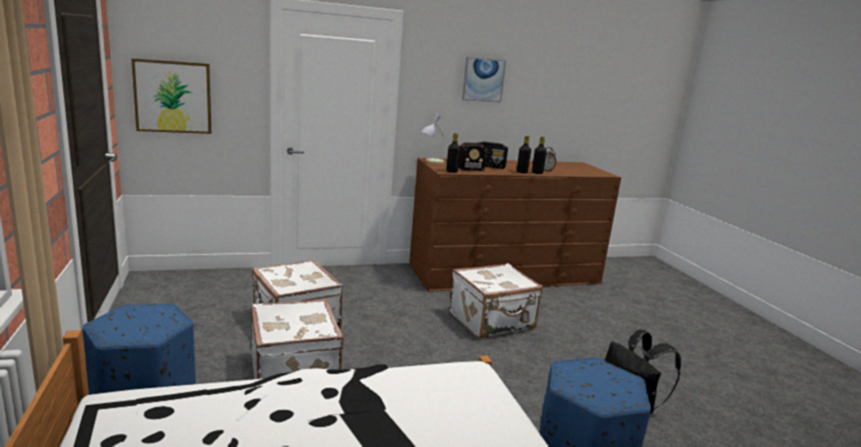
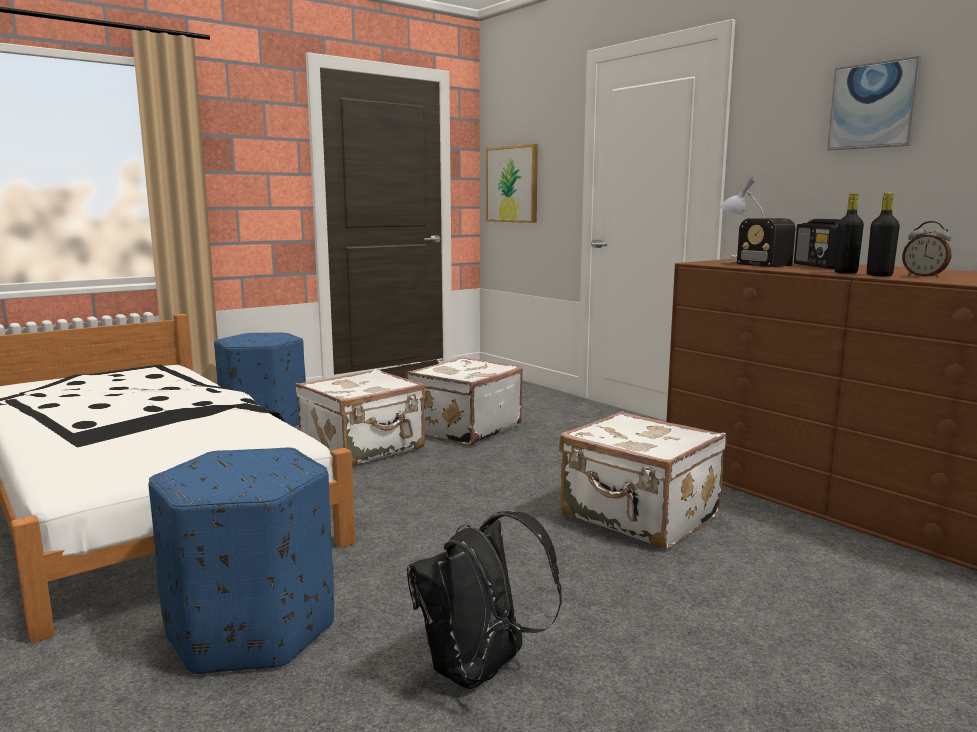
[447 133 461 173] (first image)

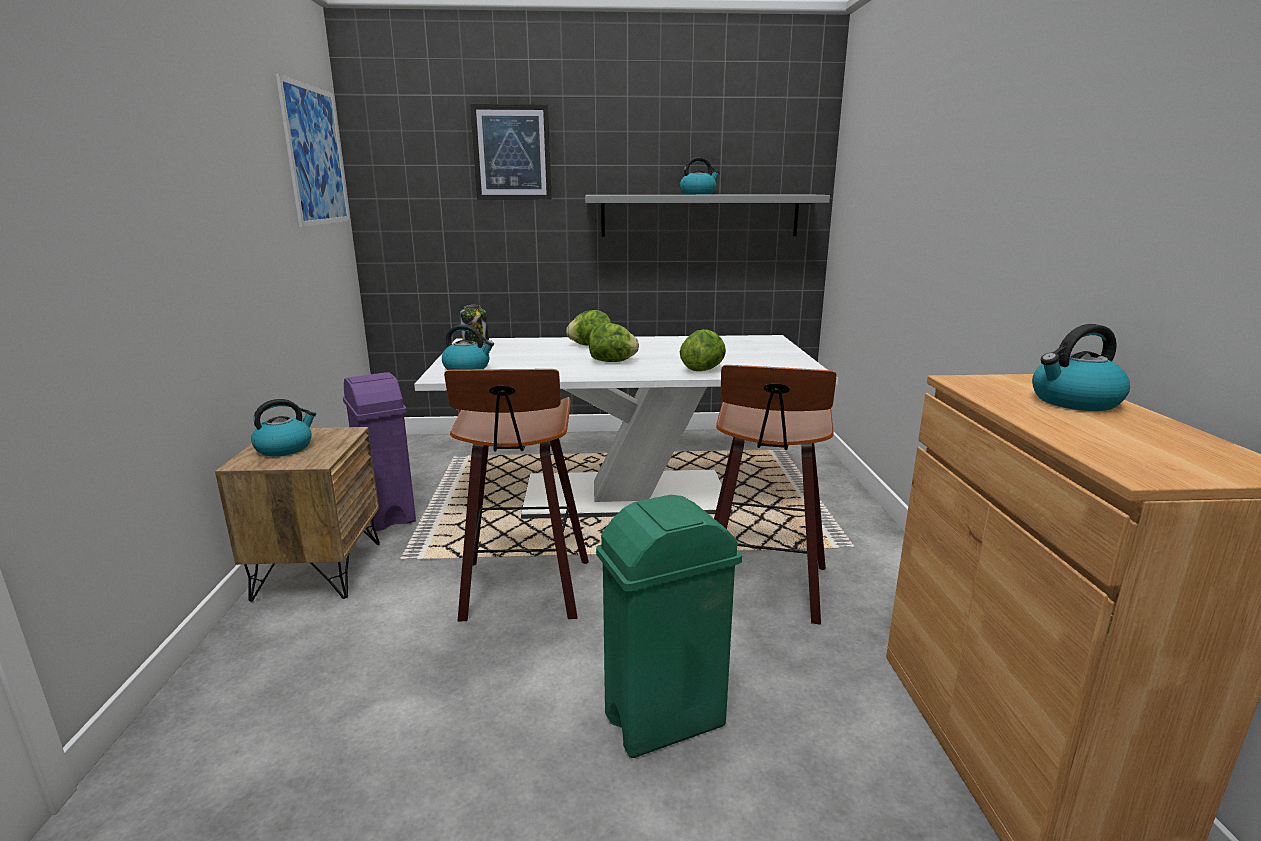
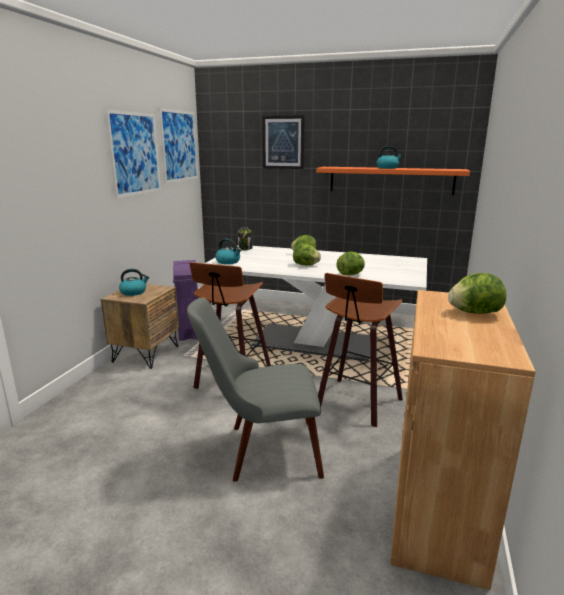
[105 109 161 198]
[187 298 324 482]
[448 273 506 314]
[316 167 470 195]

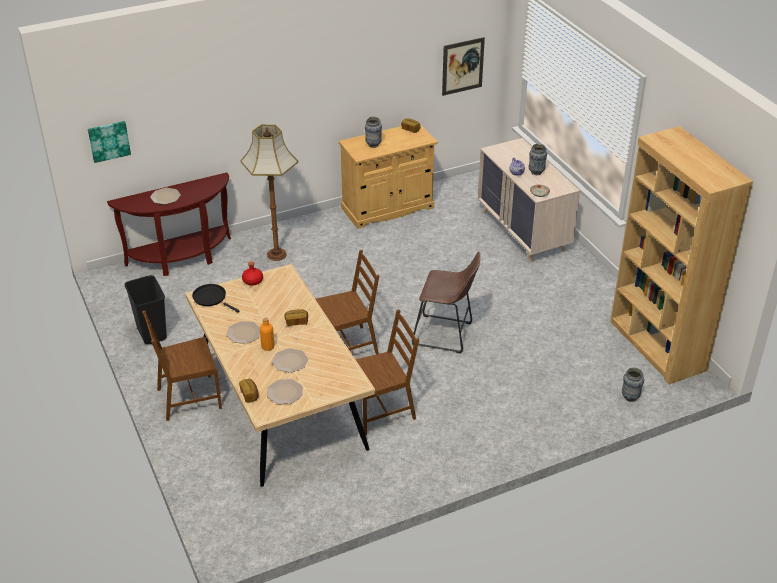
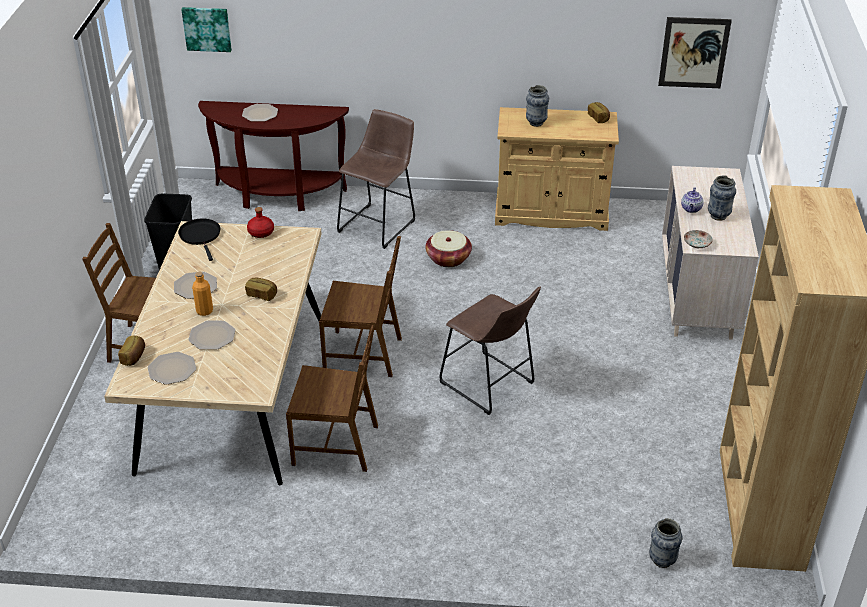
[425 230 472 267]
[337 109 415 249]

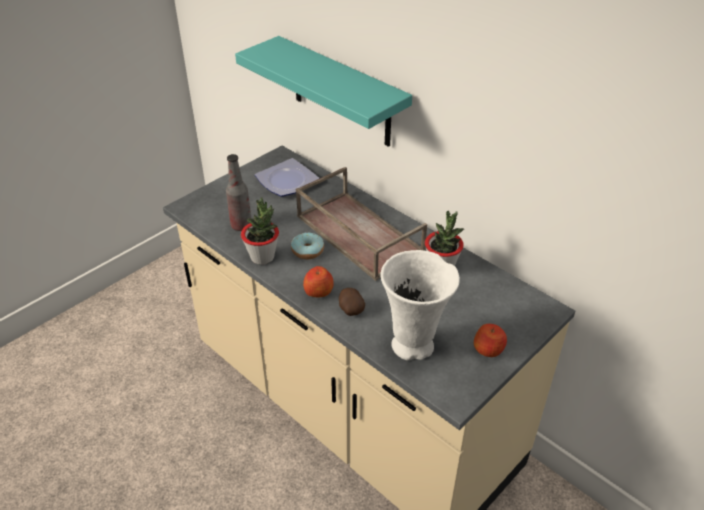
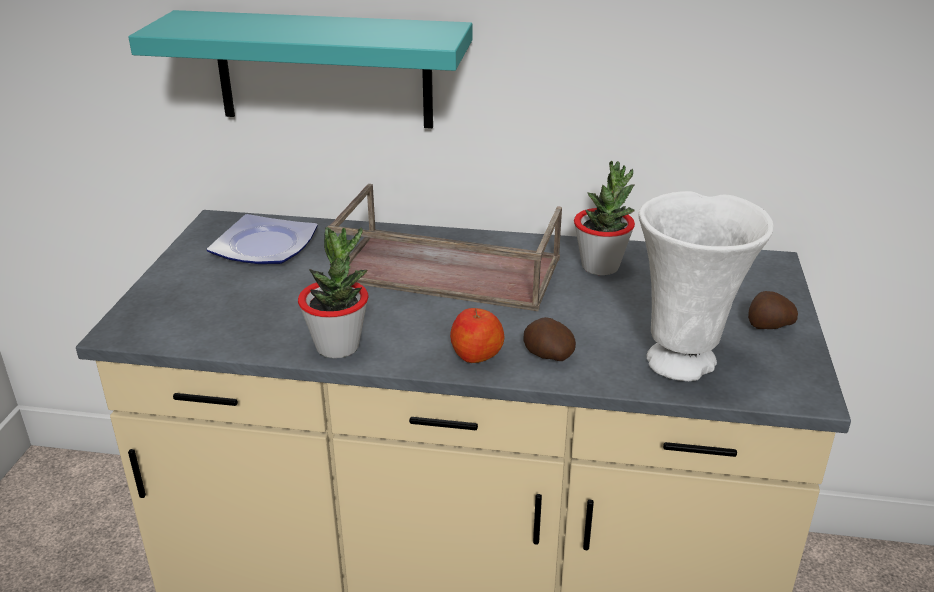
[226 154 251 231] (first image)
[291 232 324 259] (first image)
[748 291 798 329]

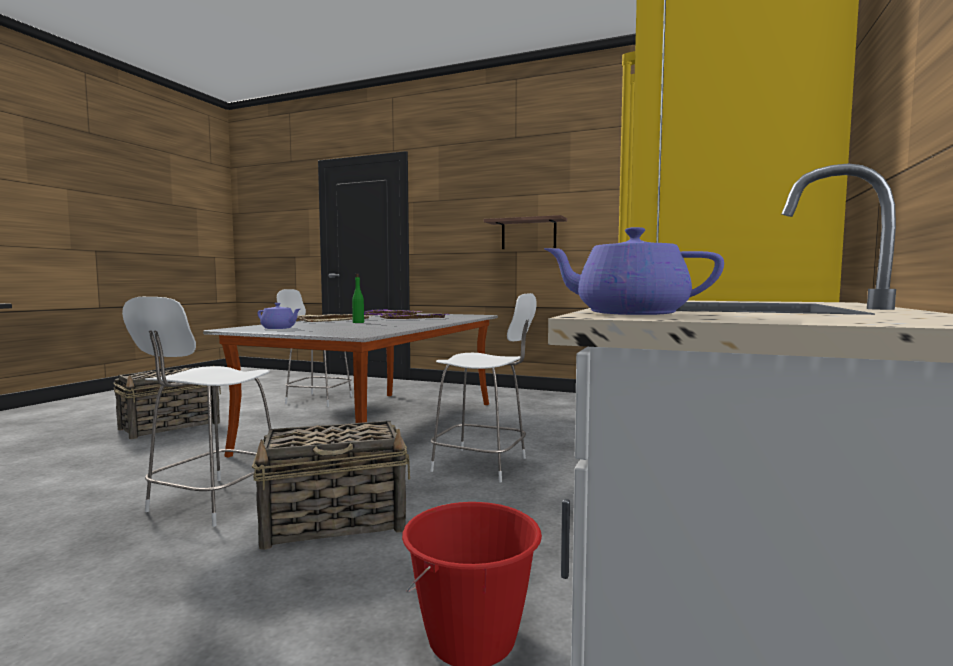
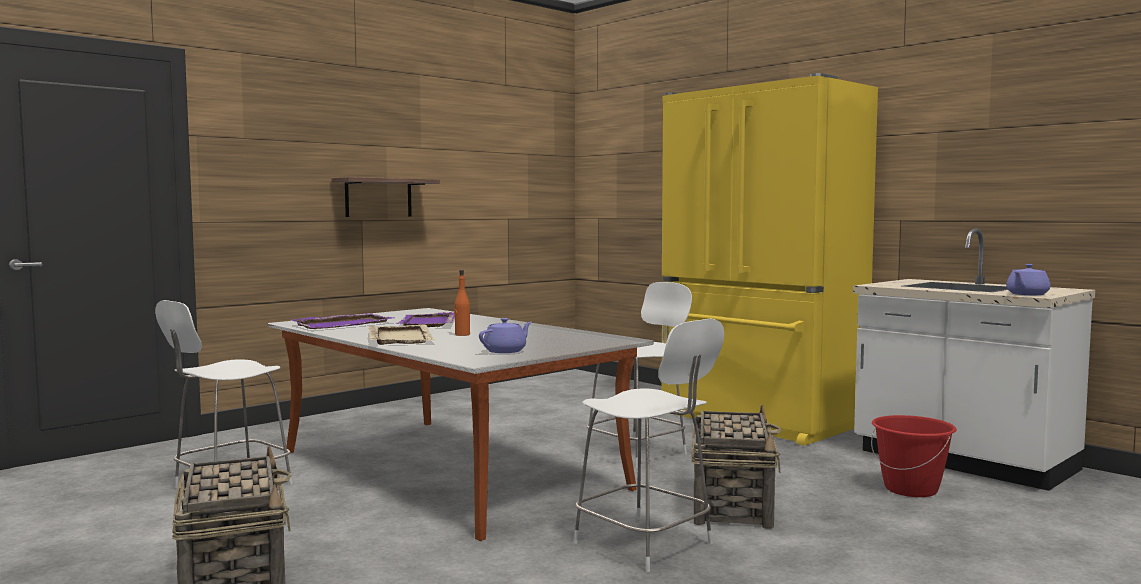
[454 270 470 336]

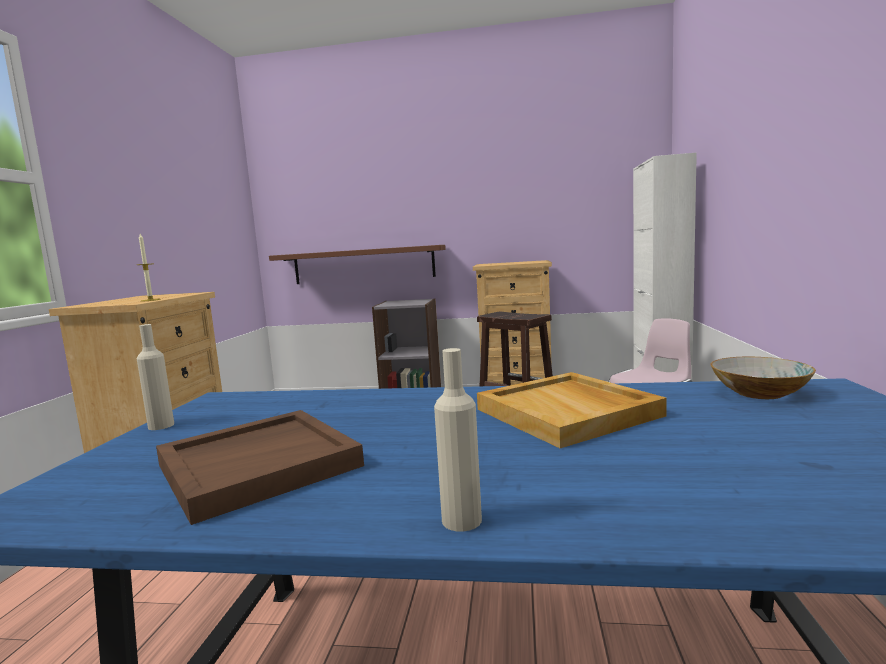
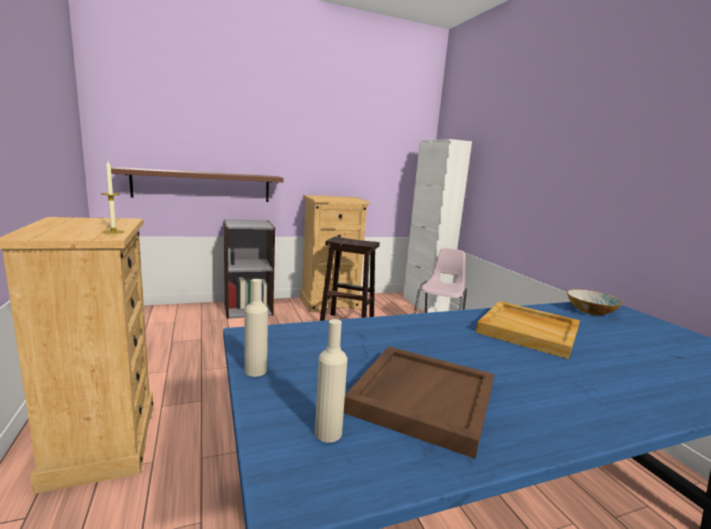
[315 319 347 443]

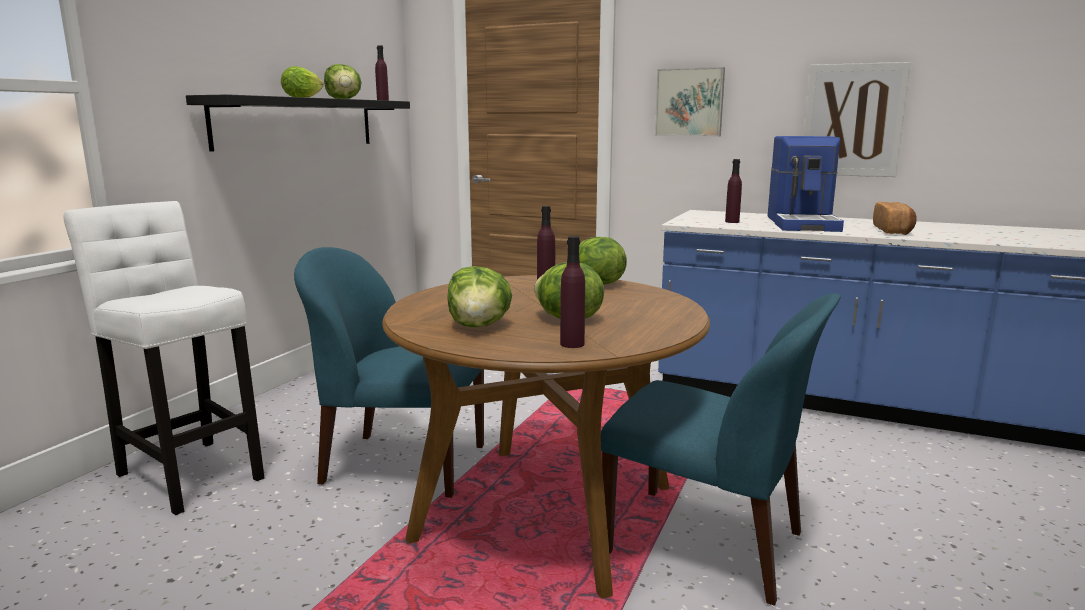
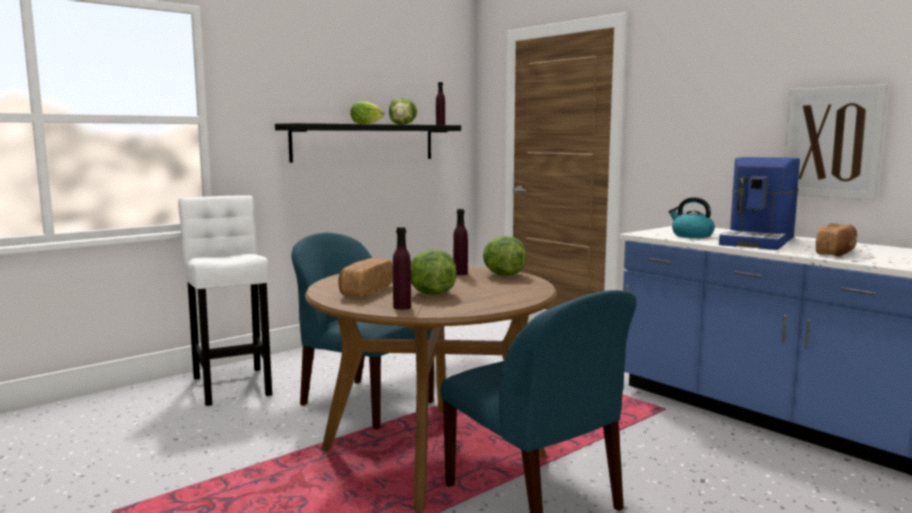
[655 67 725 136] (first image)
[339 258 393 297]
[668 197 715 238]

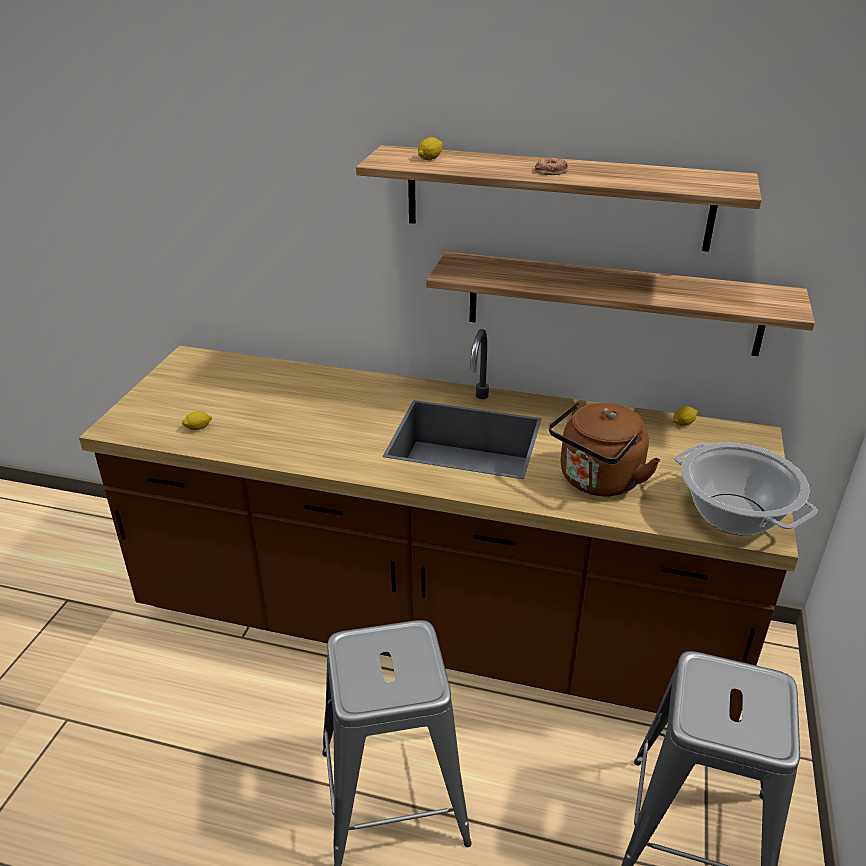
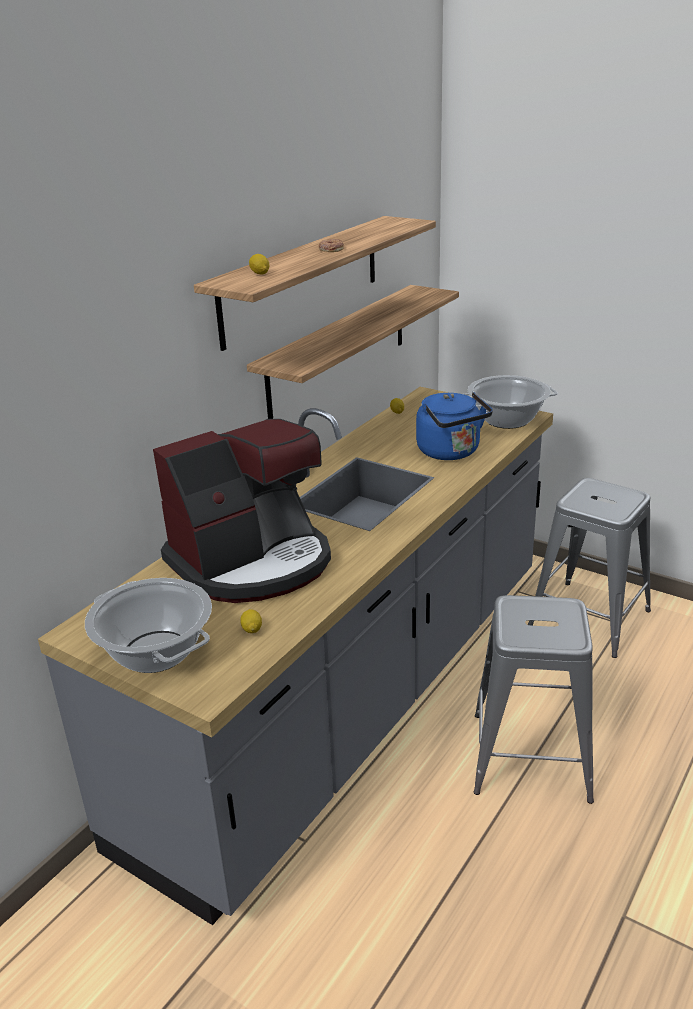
[85 578 212 673]
[153 419 331 603]
[38 387 553 925]
[416 392 493 460]

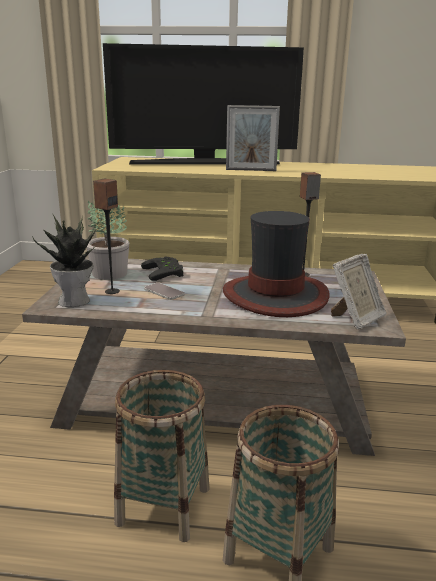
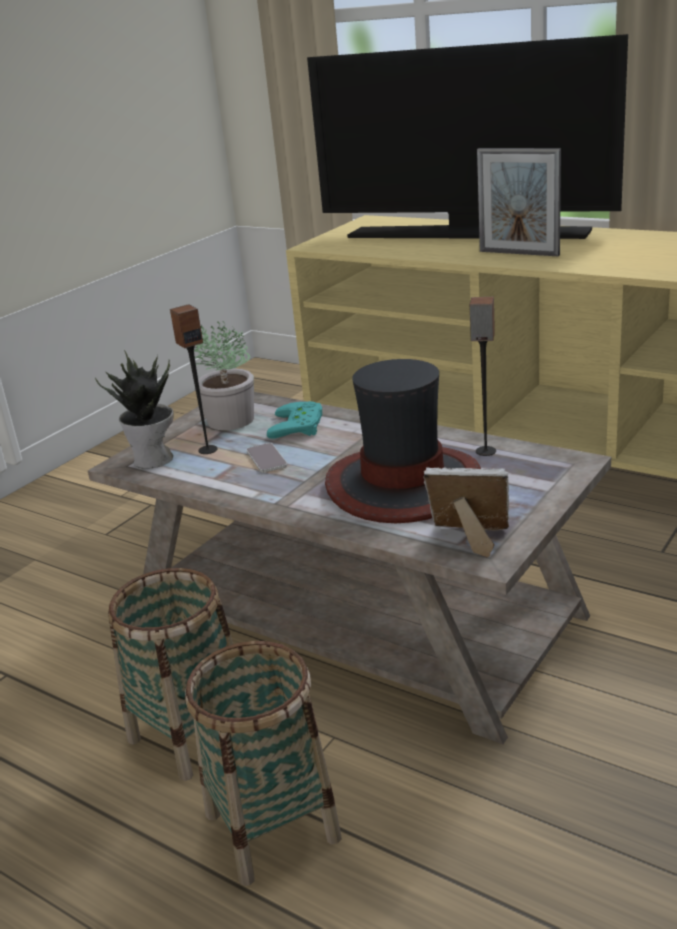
[267 401 322 439]
[424 467 509 558]

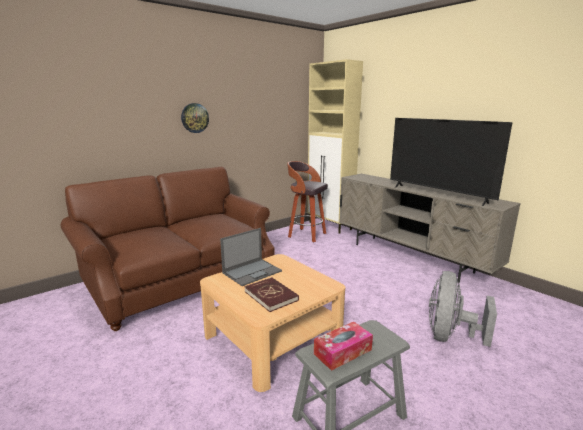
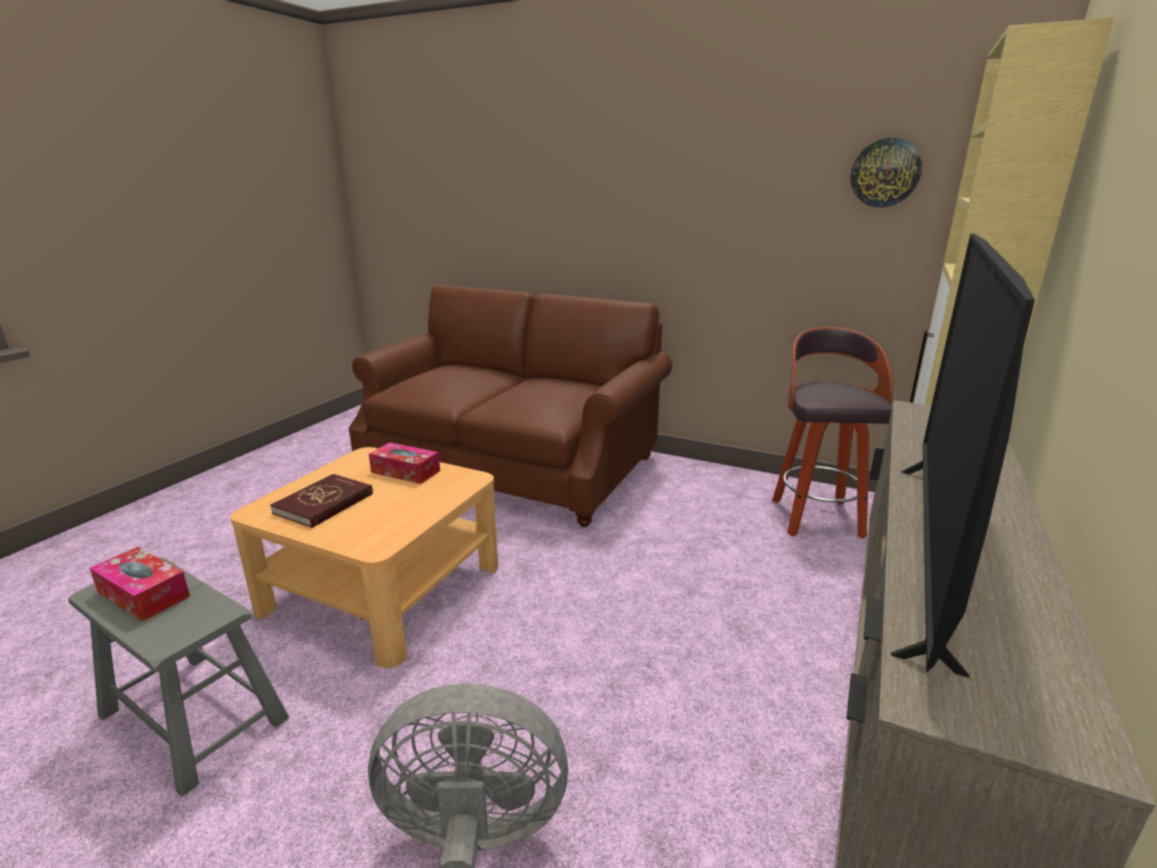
[850 138 922 207]
[369 442 440 484]

